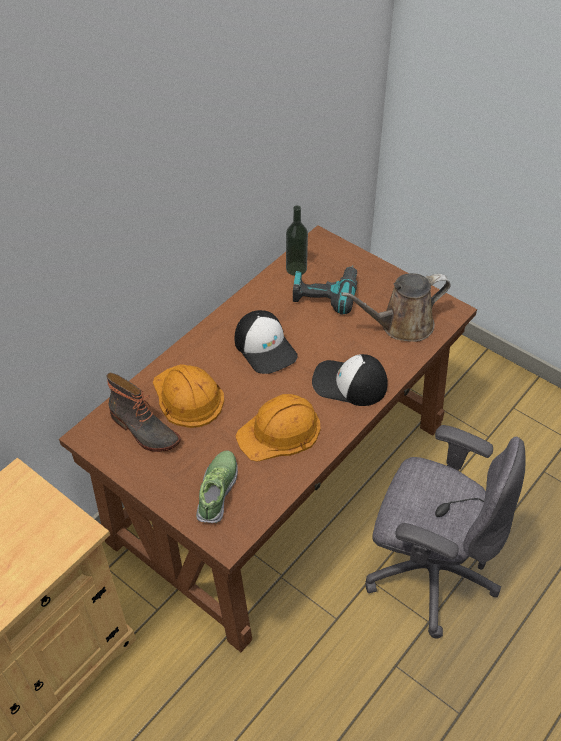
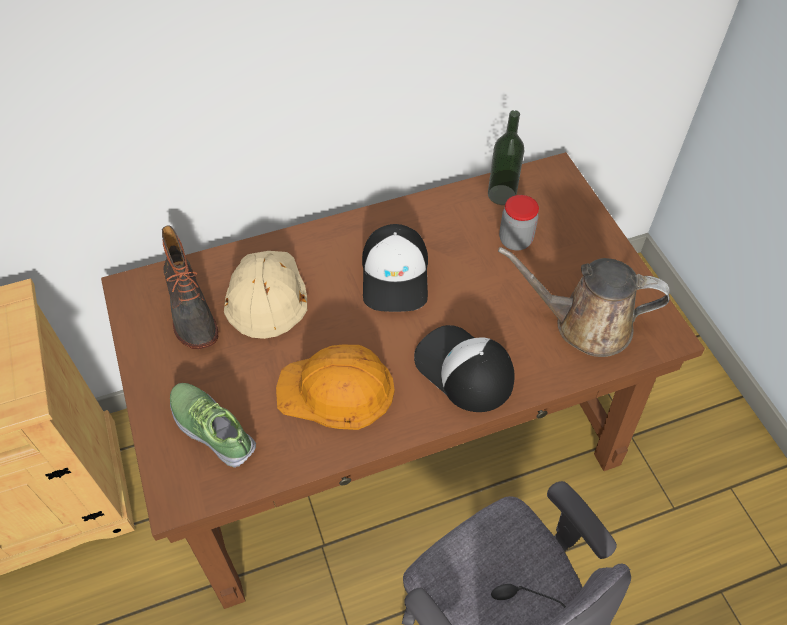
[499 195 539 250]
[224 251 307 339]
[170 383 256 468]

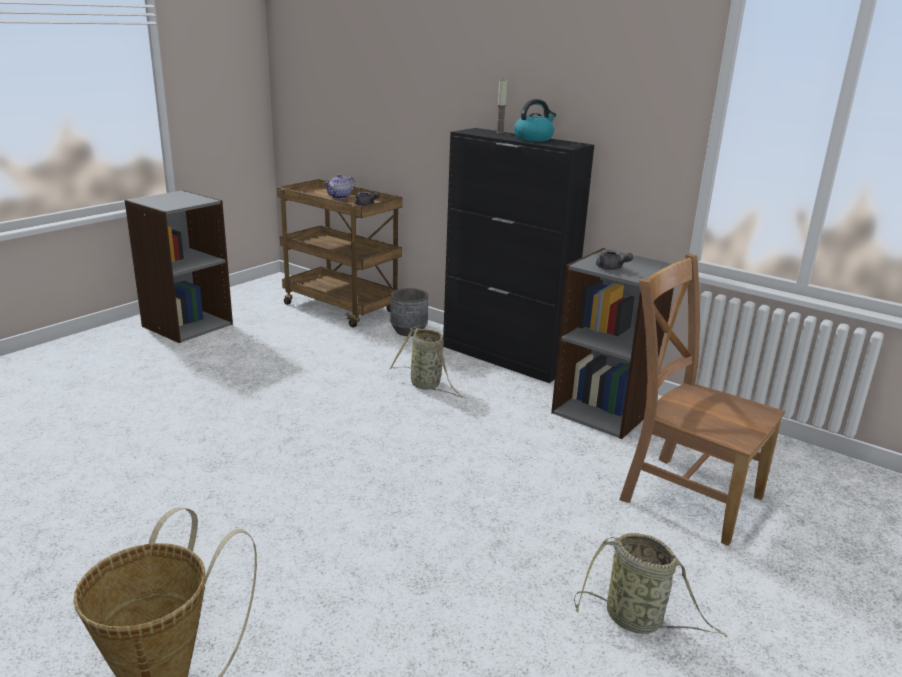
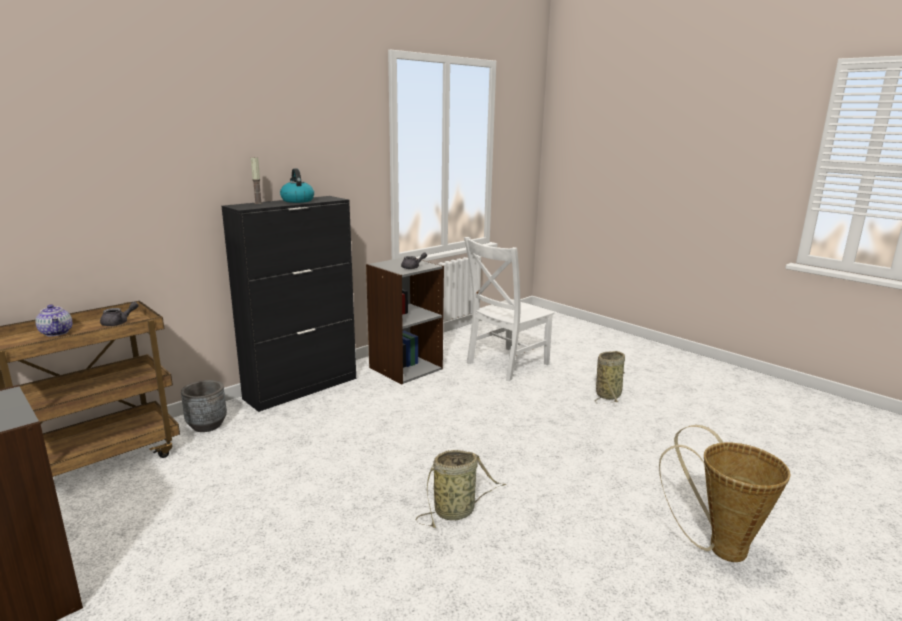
[416 450 506 528]
[464 237 554 381]

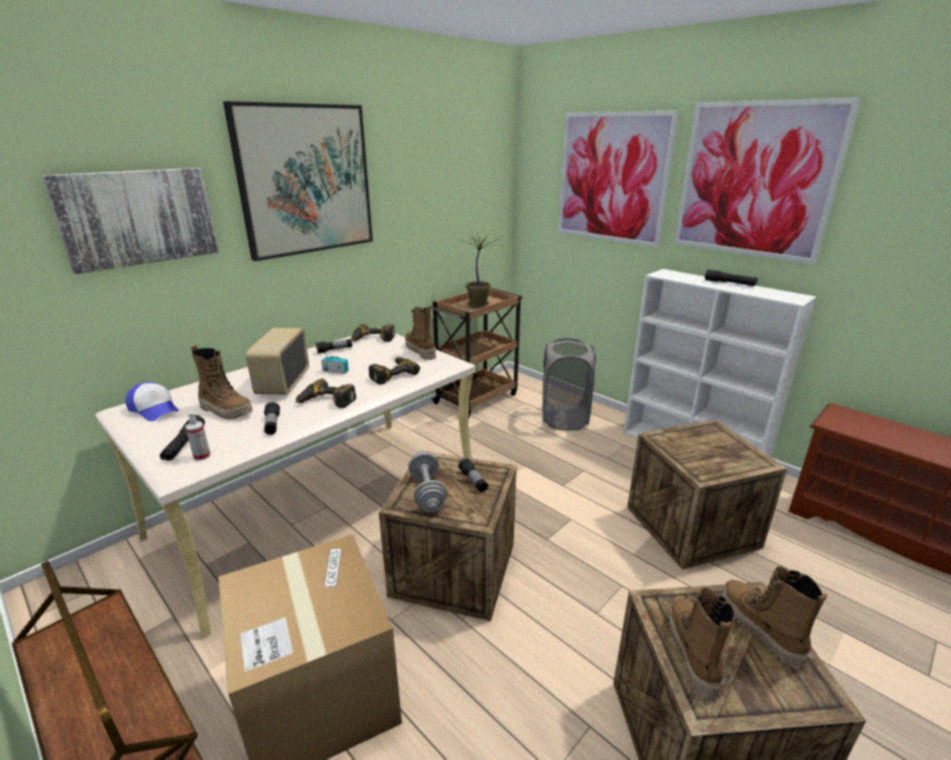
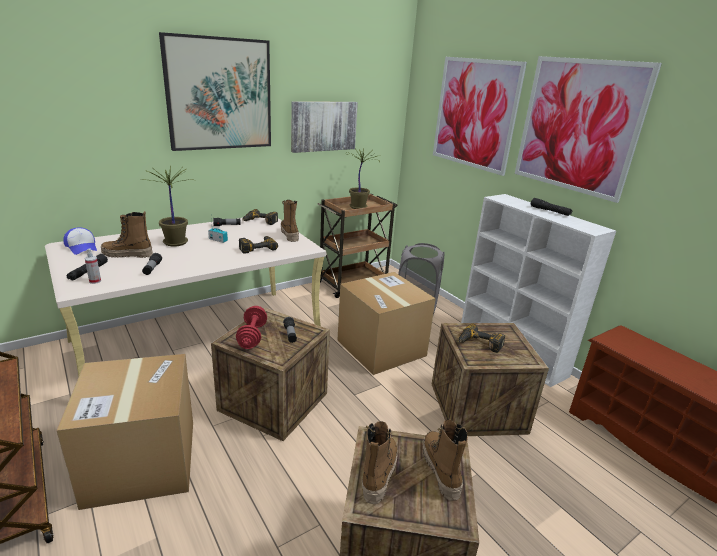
[337 272 436 375]
[291 102 358 153]
[459 324 505 353]
[147 165 197 247]
[236 306 267 349]
[101 211 153 258]

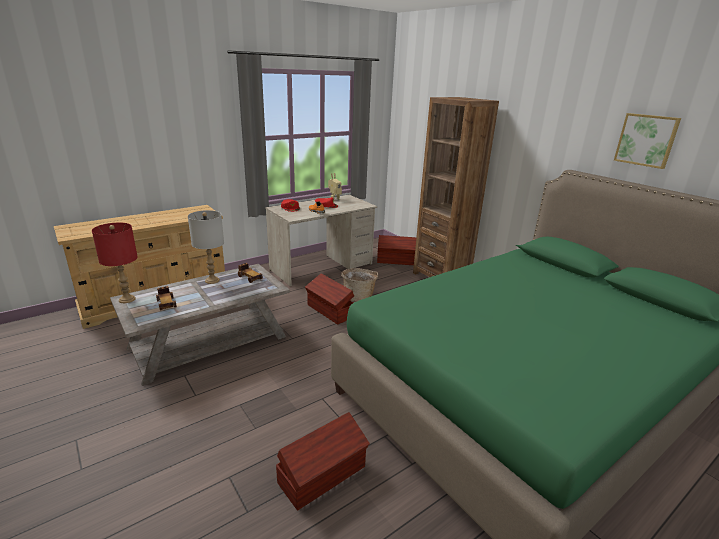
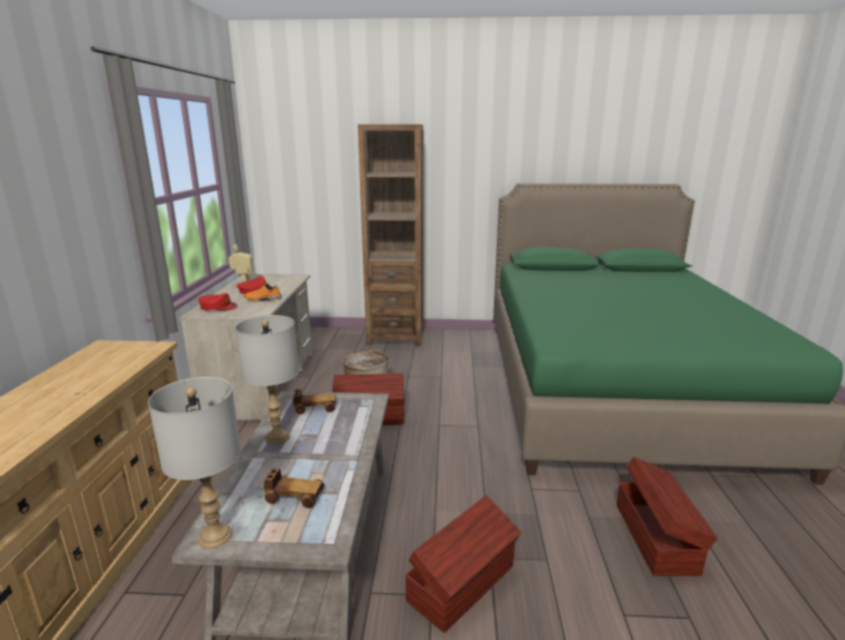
[614 113 681 169] (first image)
[405 495 522 633]
[148 377 241 549]

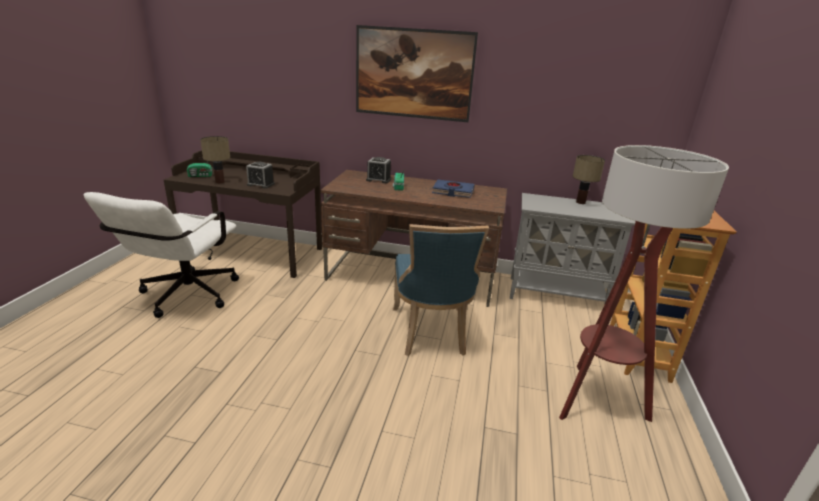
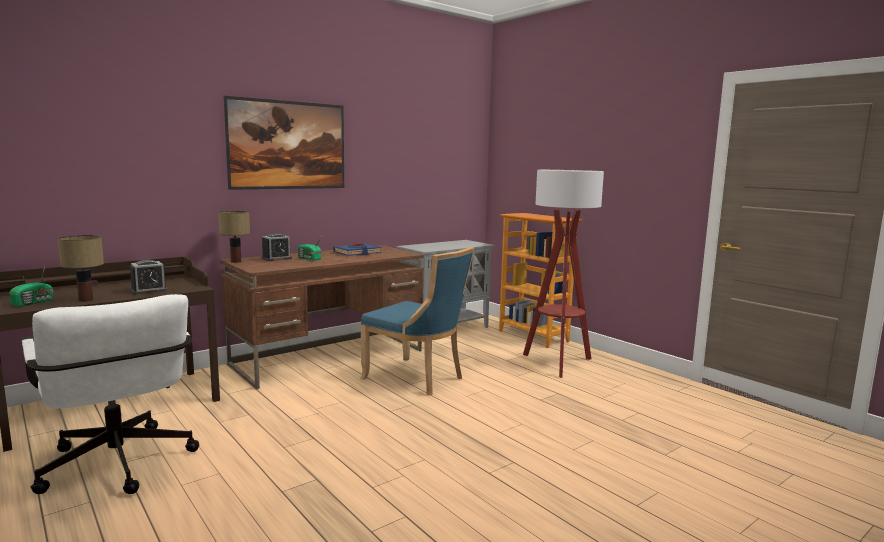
[218 211 250 263]

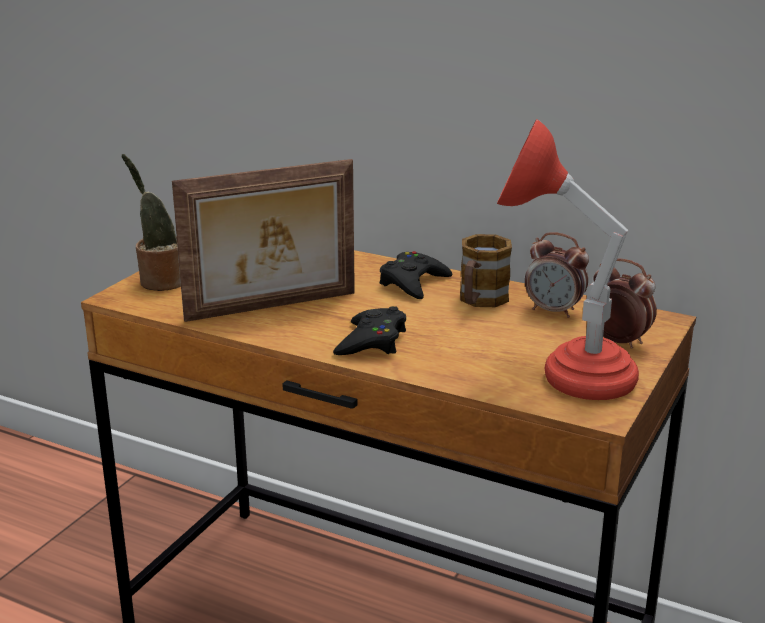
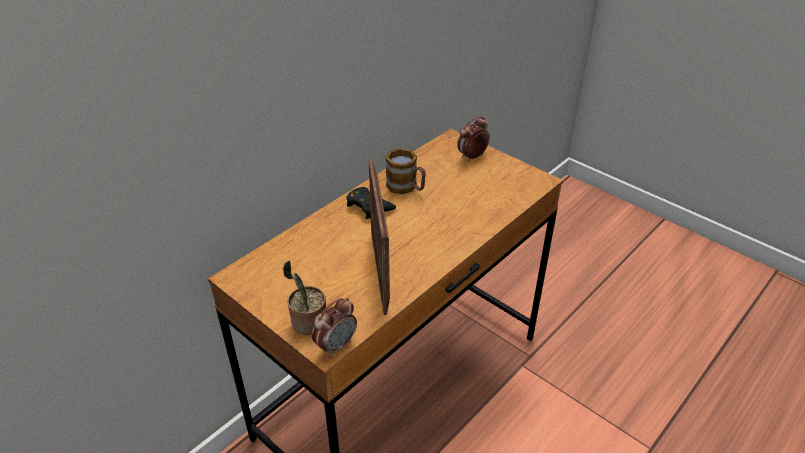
[333 306 406 355] (first image)
[497 119 639 400] (first image)
[312 298 357 358]

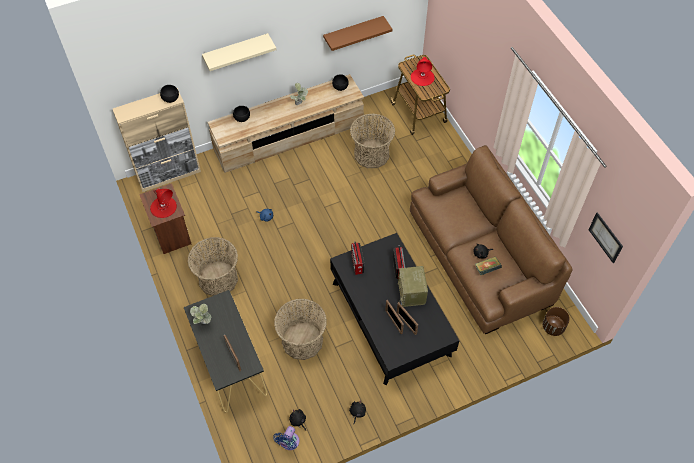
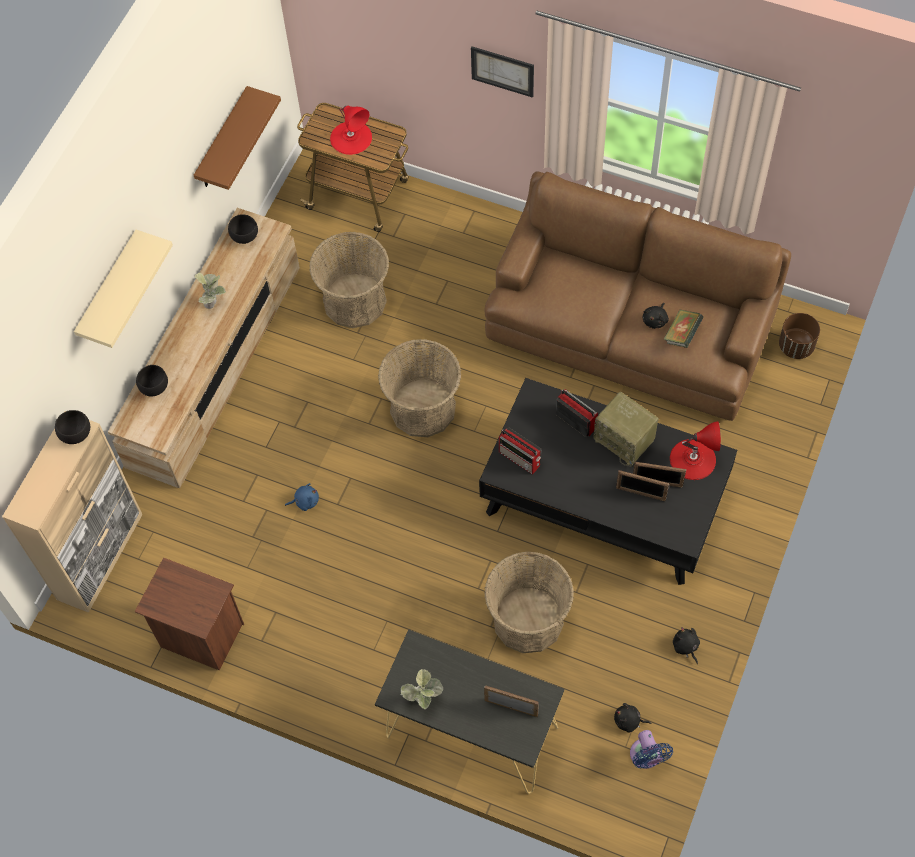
[670 421 721 480]
[378 339 461 437]
[471 46 534 98]

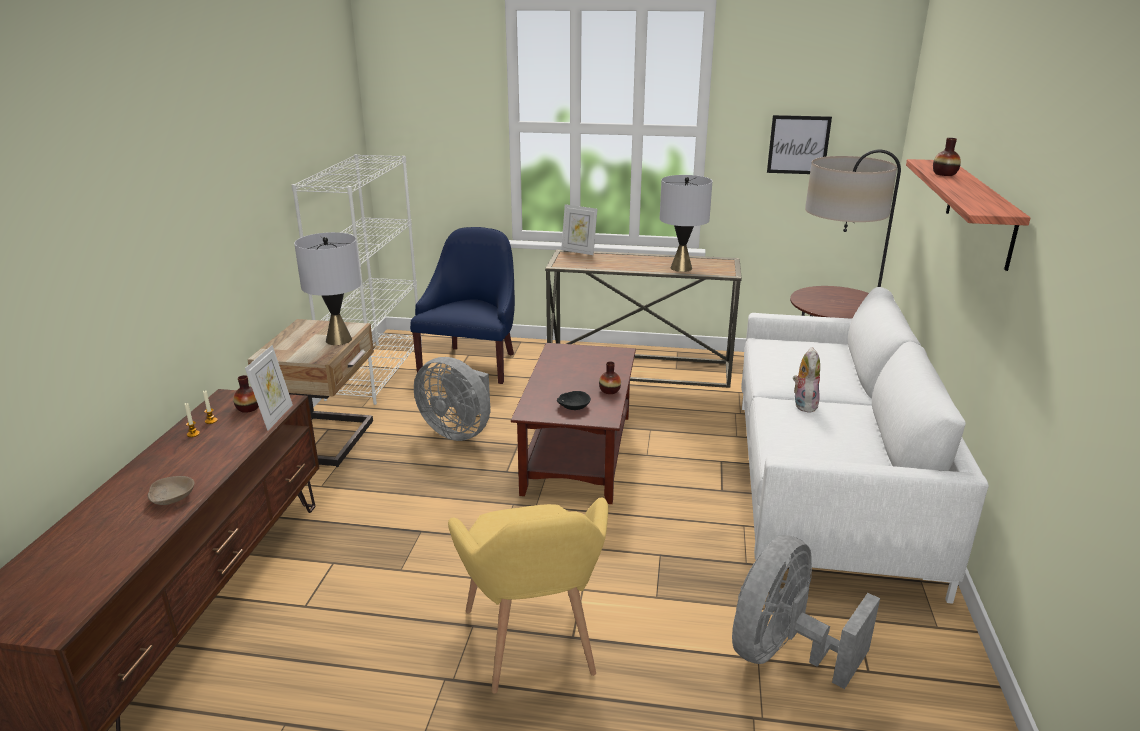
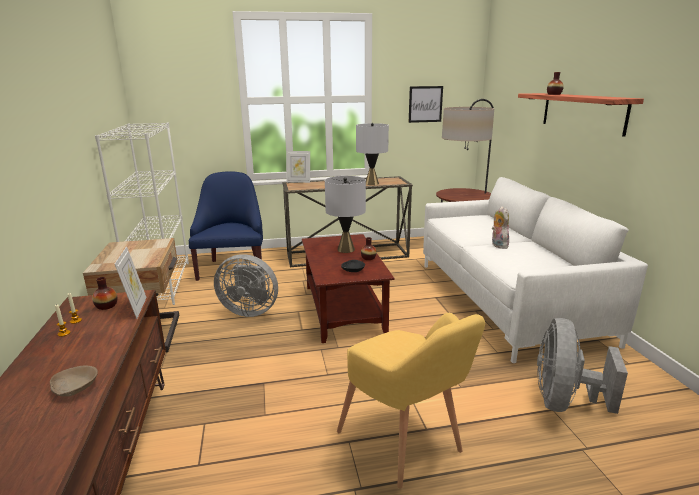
[325 176 366 253]

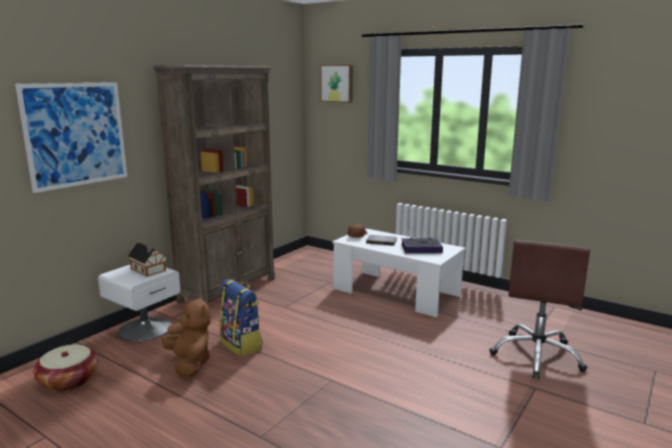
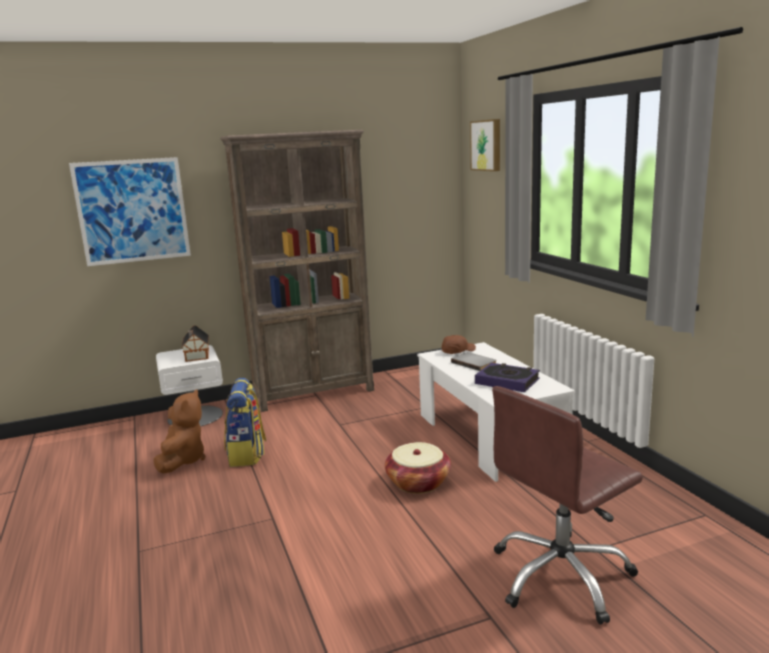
[385 442 451 494]

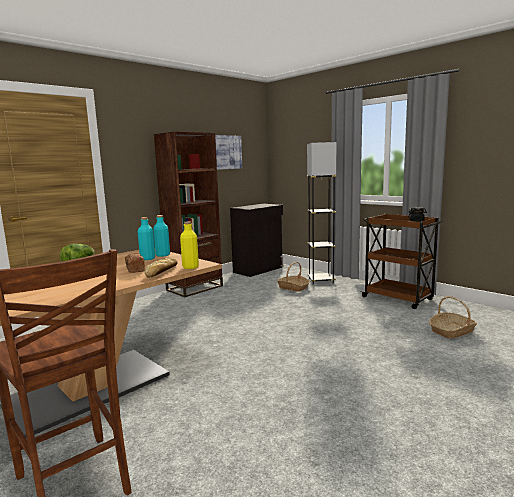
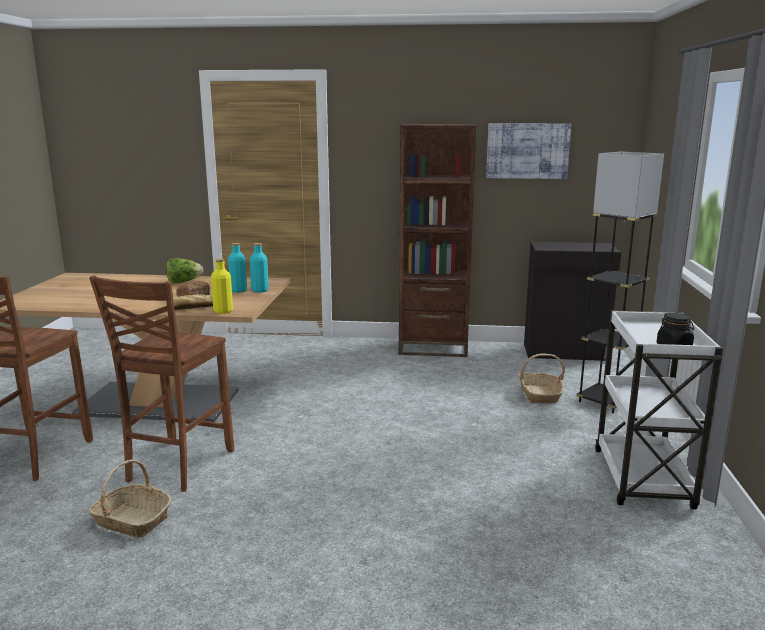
[89 276 234 492]
[88 460 172 538]
[595 310 723 509]

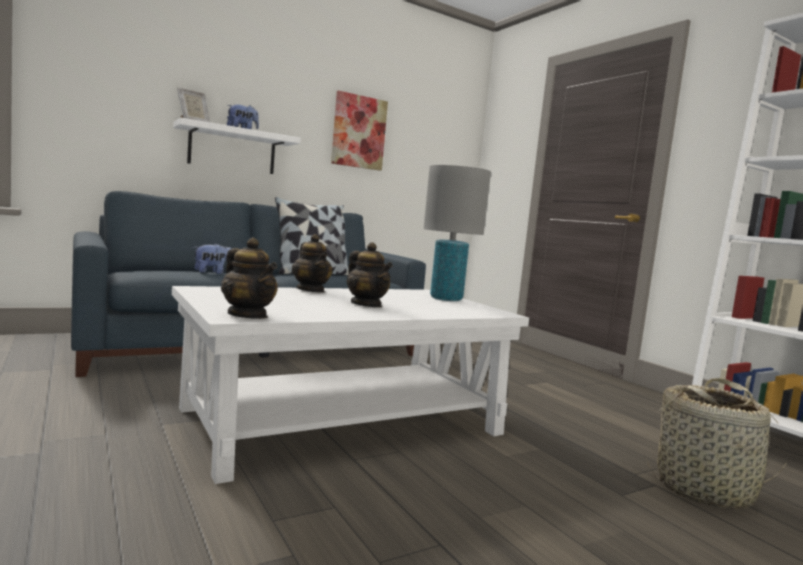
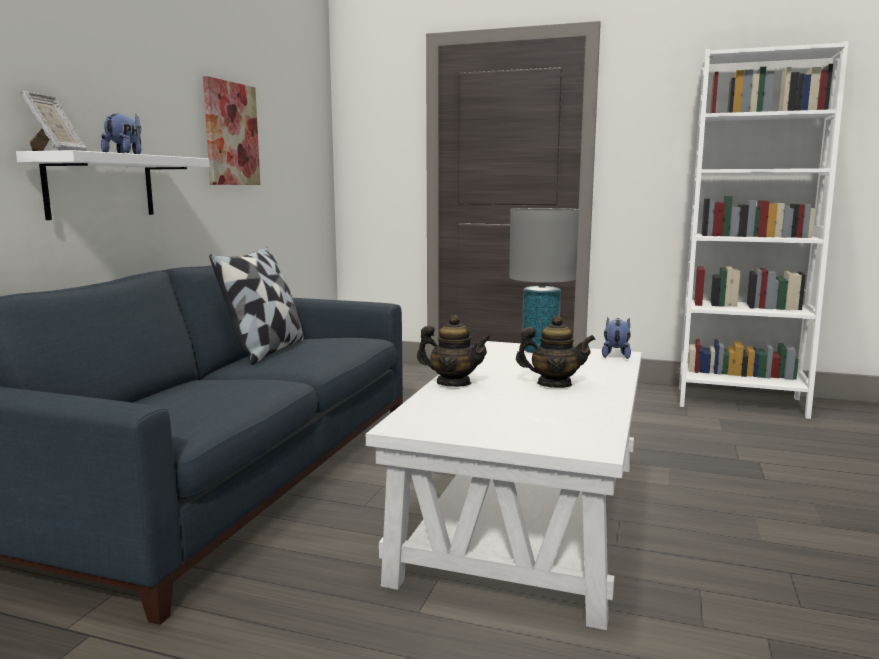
[221 238 278 319] (first image)
[646 378 787 509] (first image)
[602 317 631 359]

